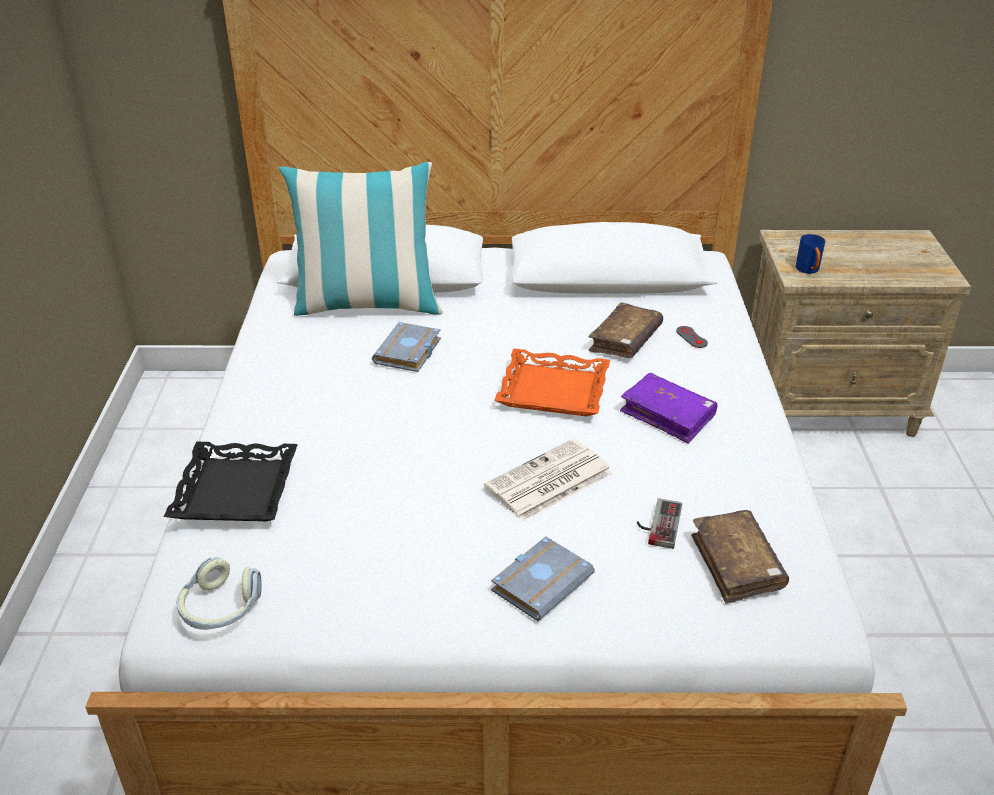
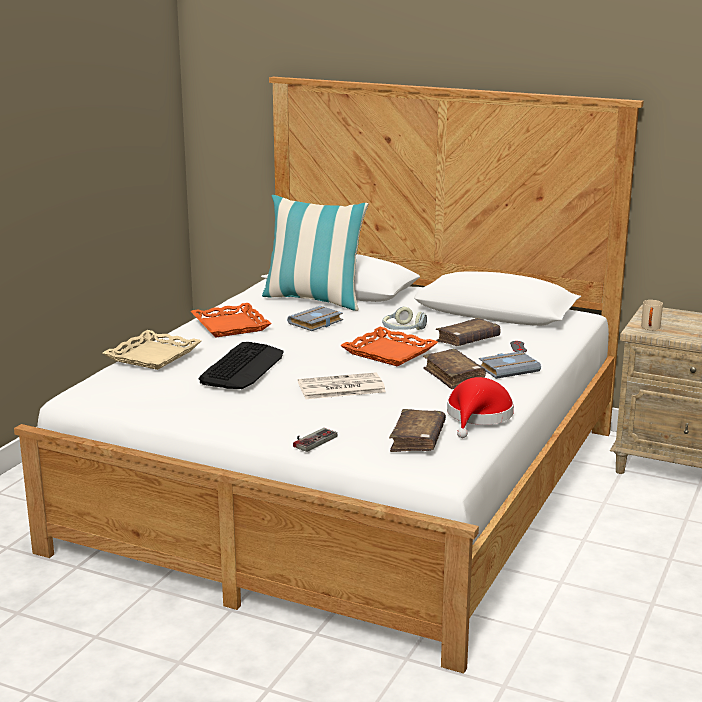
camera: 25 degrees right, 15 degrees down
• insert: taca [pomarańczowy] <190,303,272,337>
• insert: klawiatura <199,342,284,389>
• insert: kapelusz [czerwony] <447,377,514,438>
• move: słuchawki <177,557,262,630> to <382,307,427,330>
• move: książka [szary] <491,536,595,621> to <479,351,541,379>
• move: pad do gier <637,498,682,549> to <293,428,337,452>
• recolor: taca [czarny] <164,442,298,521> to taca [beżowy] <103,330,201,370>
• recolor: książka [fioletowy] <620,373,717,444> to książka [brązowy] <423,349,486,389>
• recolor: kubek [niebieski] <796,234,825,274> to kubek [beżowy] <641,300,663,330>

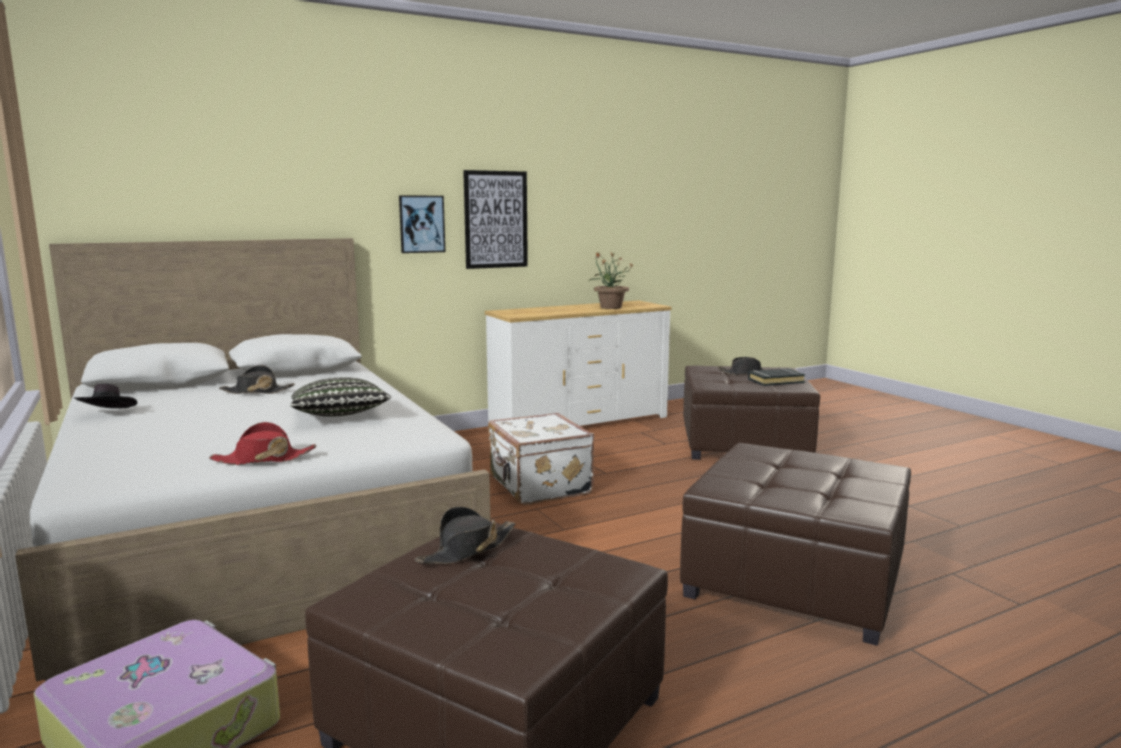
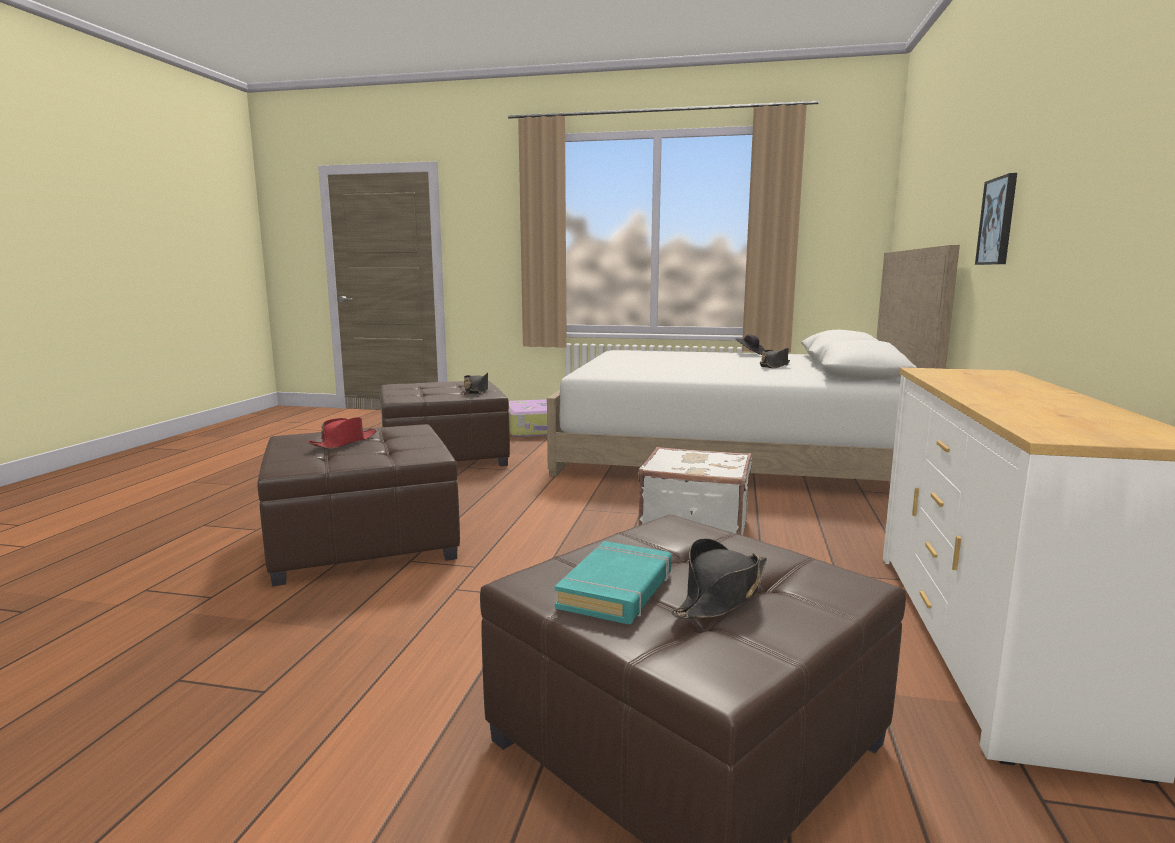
camera: 130 degrees right, 0 degrees up
• delete: poduszka <290,377,391,417>
• delete: obraz <463,170,528,269>
• delete: roślina doniczkowa <587,253,632,309>
• move: kapelusz [czerwony] <209,422,316,465> to <307,417,377,449>
• recolor: książka [czarny] <748,369,805,386> to książka [turkusowy] <555,541,671,624>

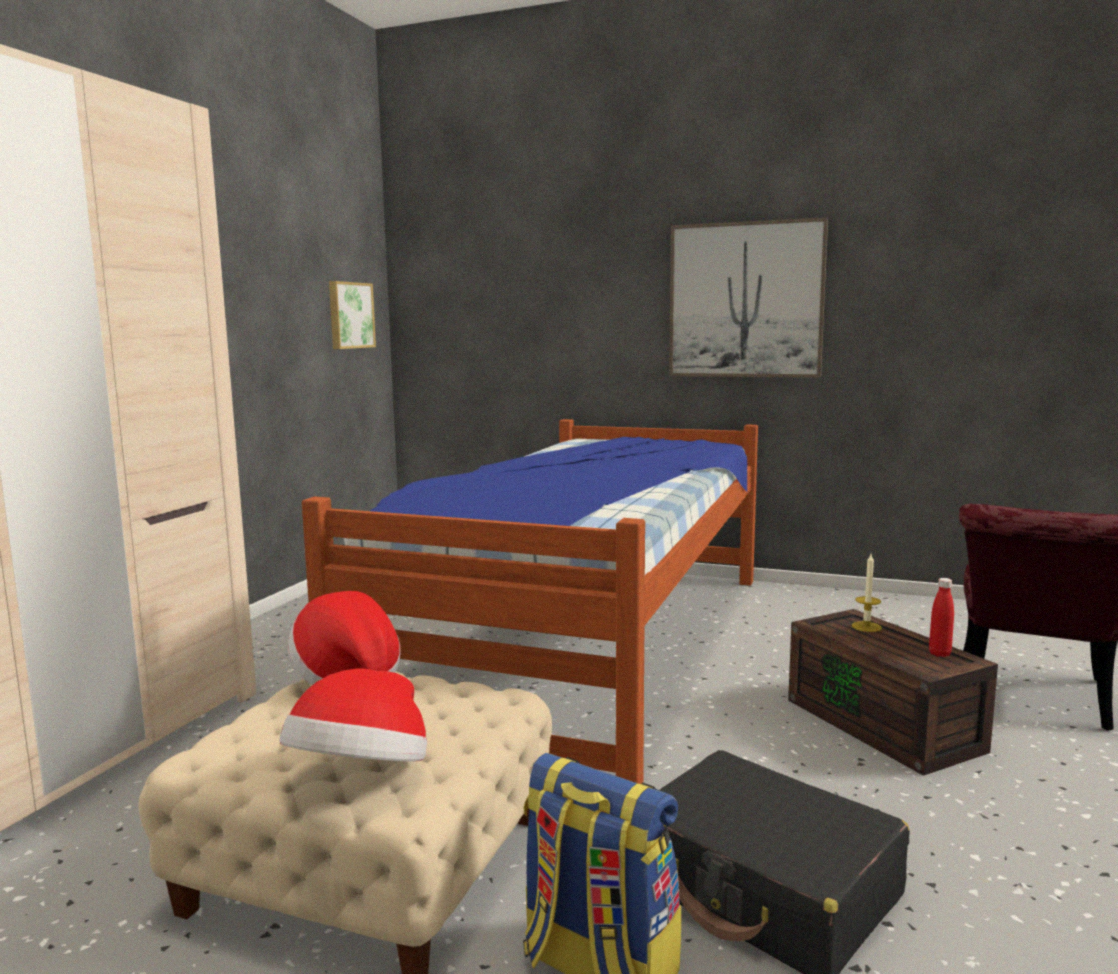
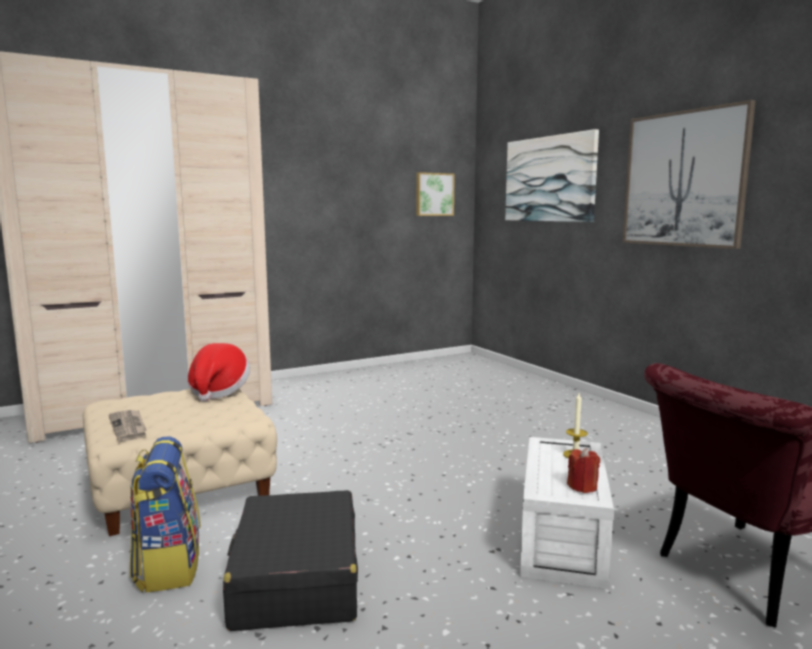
camera: 40 degrees right, 0 degrees up
• delete: łóżko <302,419,758,784>
• insert: obraz <505,129,599,222>
• replace: kapelusz <279,669,427,761> to gazeta <108,410,147,442>
• replace: butelka [czerwony] <929,578,954,657> to świeca [czerwony] <567,448,600,493>
• recolor: pojemnik do przechowywania [brązowy] <788,609,998,776> to pojemnik do przechowywania [biały] <520,437,614,589>

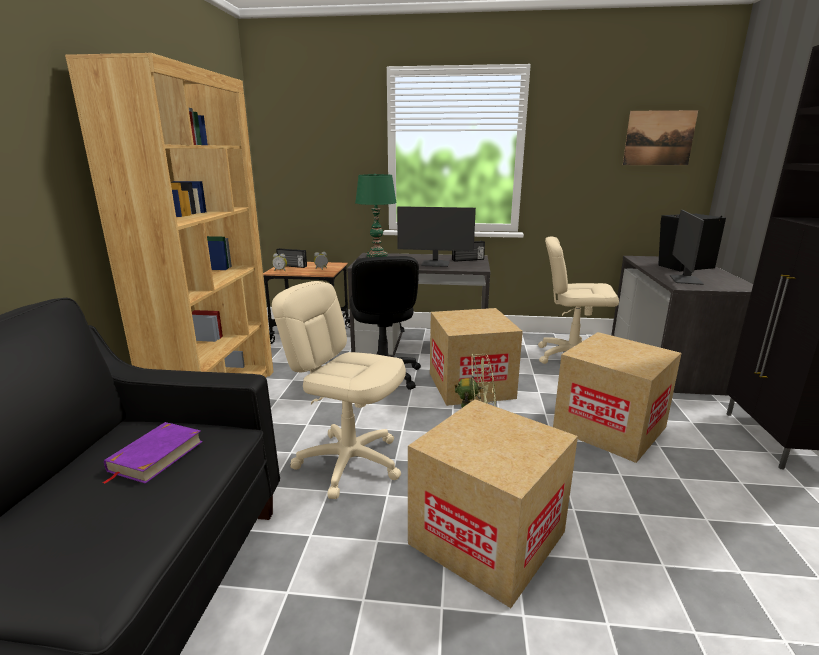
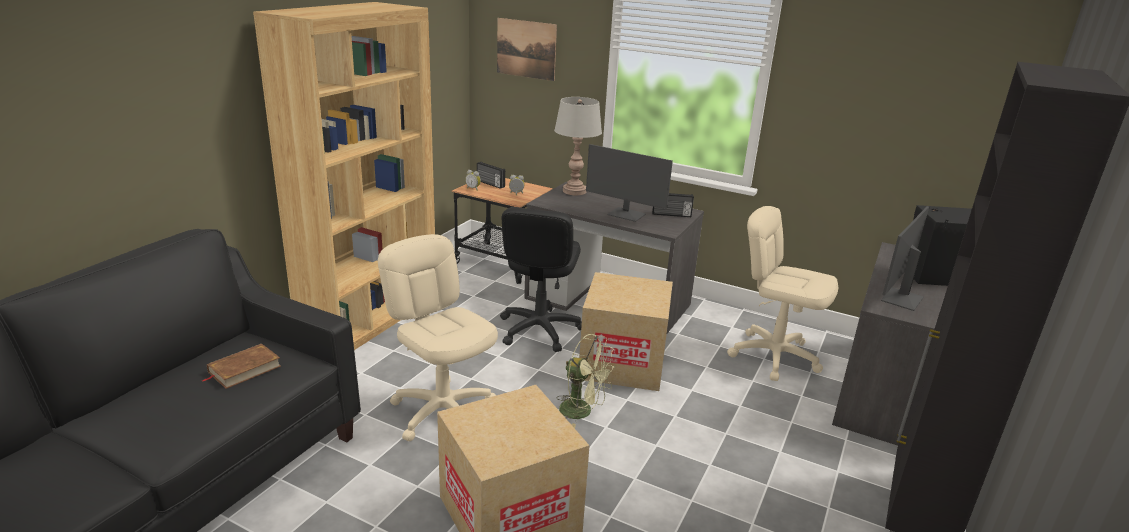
camera: 20 degrees right, 5 degrees up
• delete: karton <553,332,682,463>
• move: obraz <623,110,698,165> to <497,18,557,81>
• recolor: książka [fioletowy] <102,422,203,484> to książka [brązowy] <202,344,281,389>
• recolor: lampa stołowa [zielony] <355,174,397,257> to lampa stołowa [szary] <554,97,602,195>

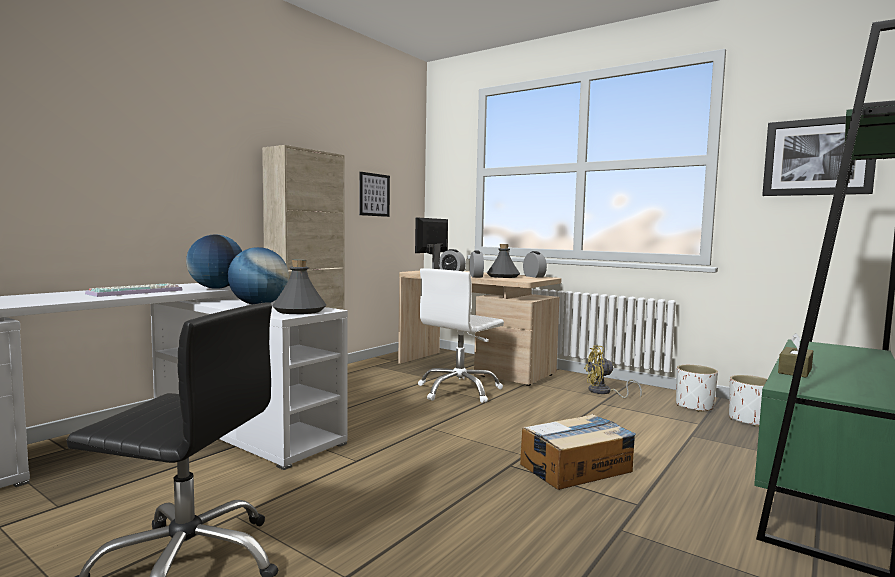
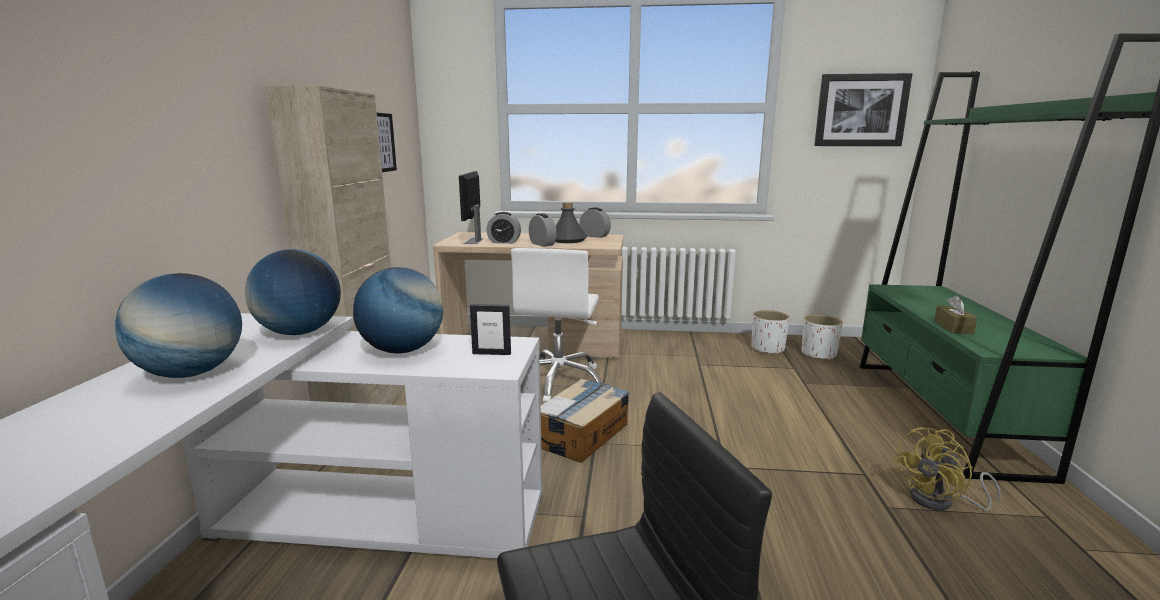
camera: 30 degrees left, 10 degrees up
• move: karton <520,414,636,490> to <541,378,629,463>
• move: wentylator [żółty] <584,345,642,398> to <893,427,1001,511>
• replace: klawiatura <85,283,183,297> to globus <115,273,242,378>
• replace: butelka [szary] <272,260,326,314> to ramka na zdjęcie <470,304,511,355>

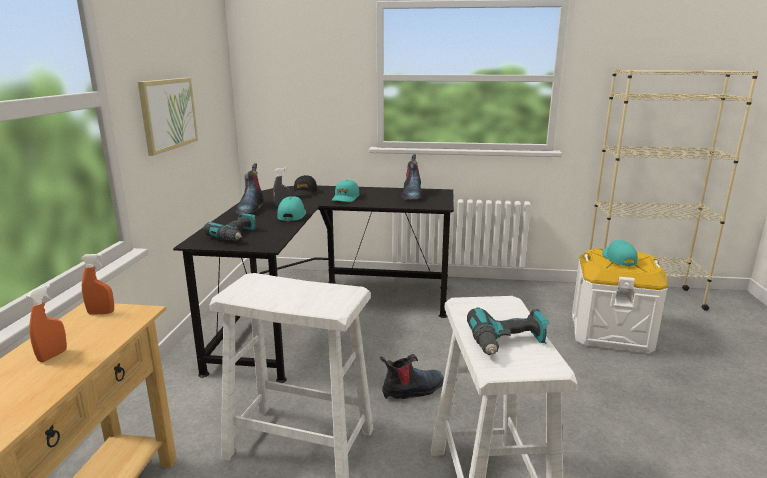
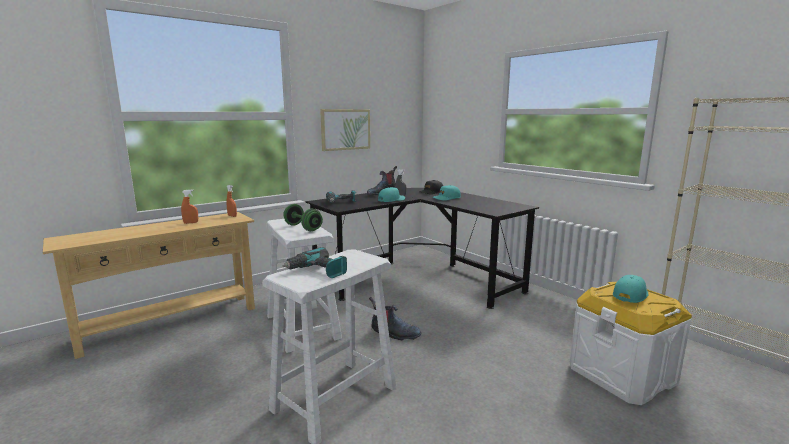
camera: 45 degrees right, 5 degrees down
• delete: but z cholewką <402,154,422,200>
• insert: hantel [zielony] <283,204,323,231>

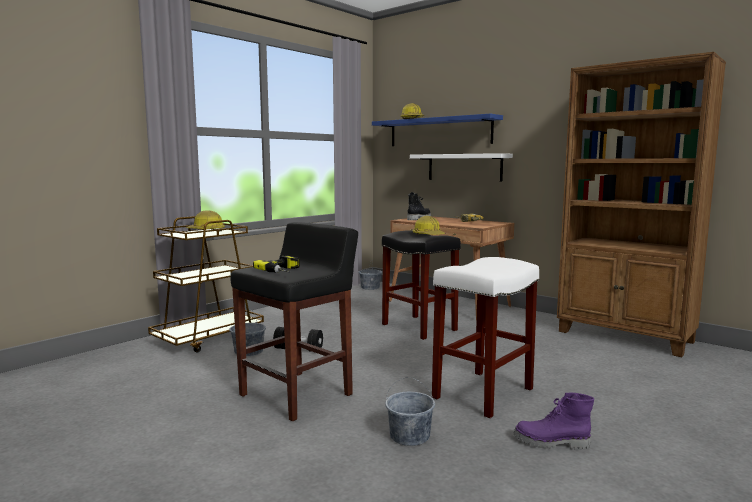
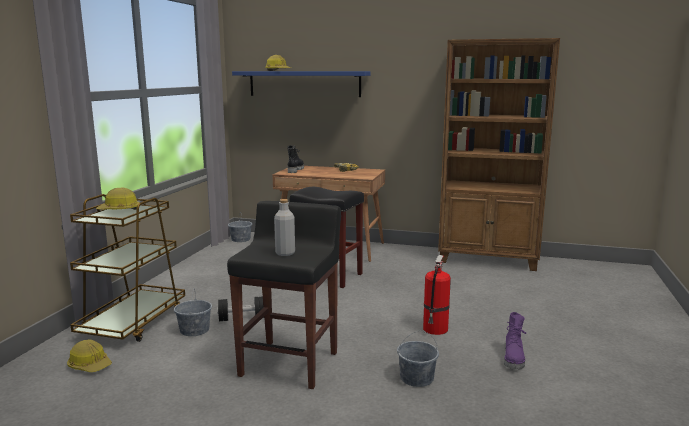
camera: 25 degrees left, 5 degrees up
• delete: półka [biały] <410,153,513,181>
• move: kask <413,216,445,235> to <67,339,112,372>
• replace: wiertarka <253,256,300,273> to butelka [szary] <274,199,295,256>
• replace: stołek [biały] <432,257,539,418> to gaśnica <423,255,451,335>
• rotate: but z cholewką [fioletowy] <513,393,594,450> = <504,312,526,369> 60 degrees counterclockwise

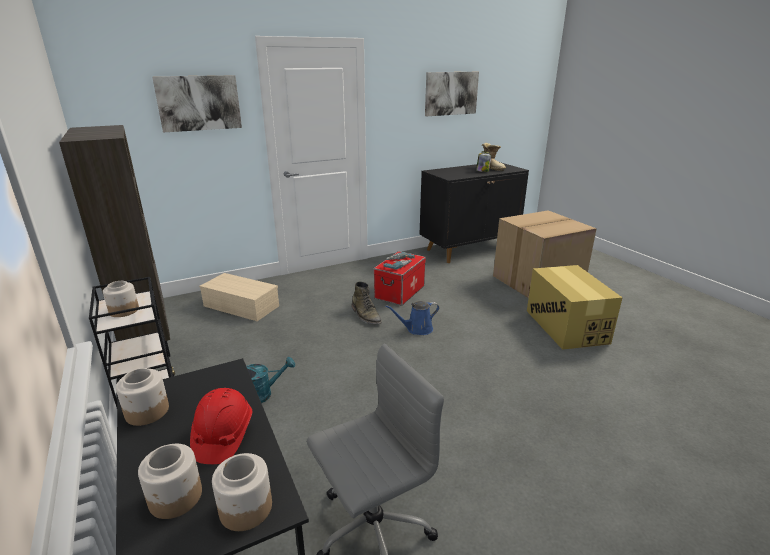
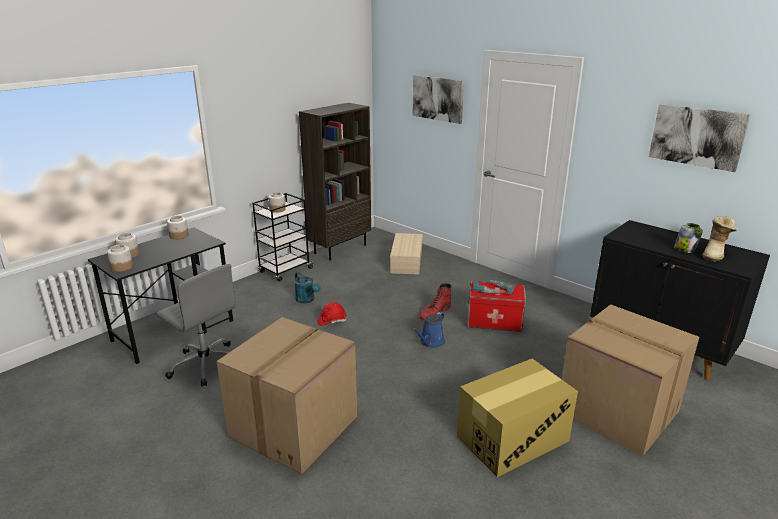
camera: 70 degrees right, 0 degrees up
• insert: karton <217,317,357,475>
• move: kask [czerwony] <190,388,252,464> to <317,302,346,326>
• recolor: but z cholewką [zielony] <351,281,382,324> to but z cholewką [czerwony] <419,283,451,322>
• rotate: konewka [niebieski] <385,301,439,335> = <412,312,445,348> 105 degrees counterclockwise

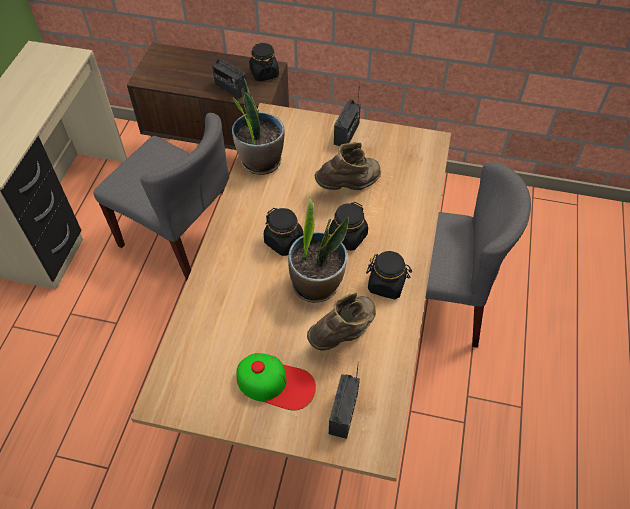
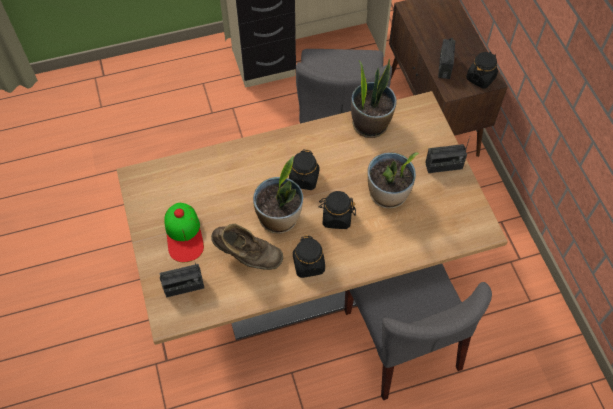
camera: 60 degrees right, 5 degrees up
• replace: but z cholewką [brązowy] <315,142,381,190> to roślina doniczkowa <368,152,419,208>

